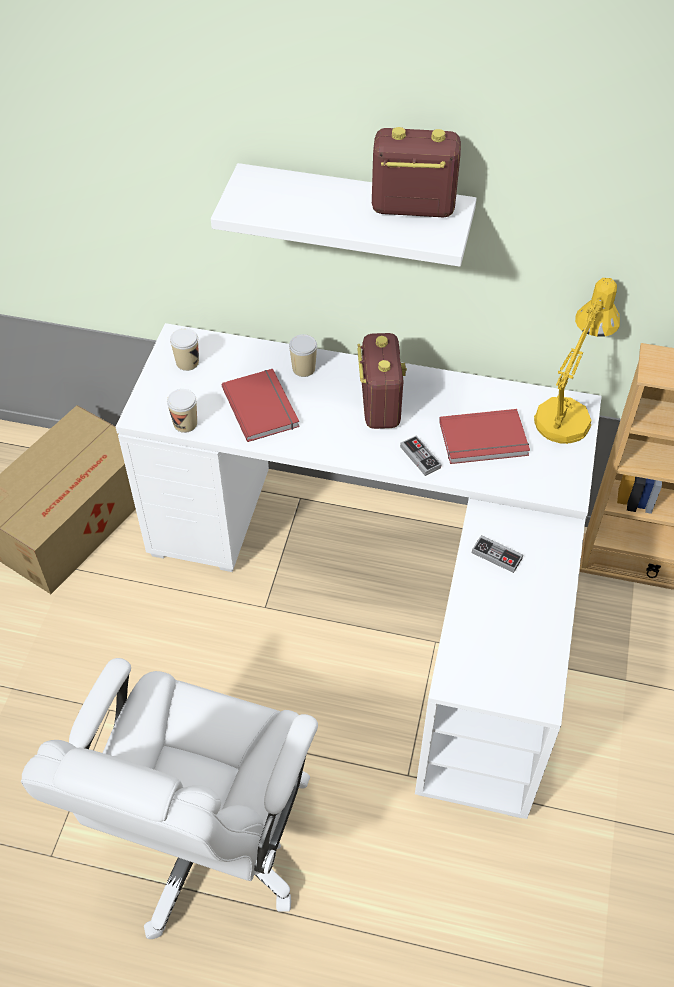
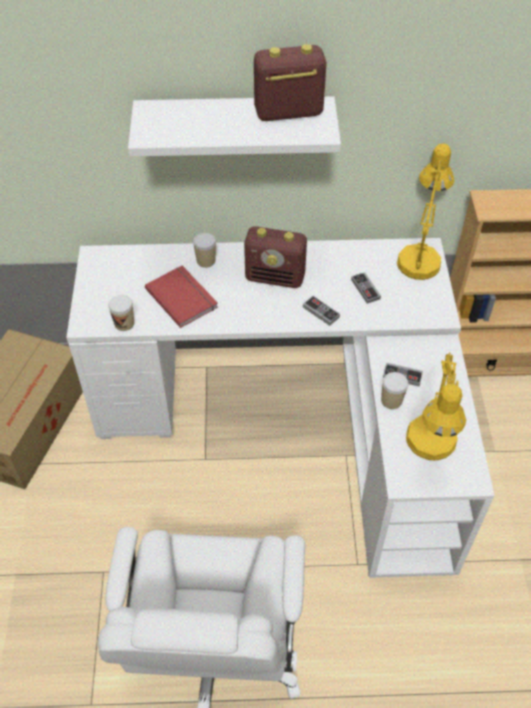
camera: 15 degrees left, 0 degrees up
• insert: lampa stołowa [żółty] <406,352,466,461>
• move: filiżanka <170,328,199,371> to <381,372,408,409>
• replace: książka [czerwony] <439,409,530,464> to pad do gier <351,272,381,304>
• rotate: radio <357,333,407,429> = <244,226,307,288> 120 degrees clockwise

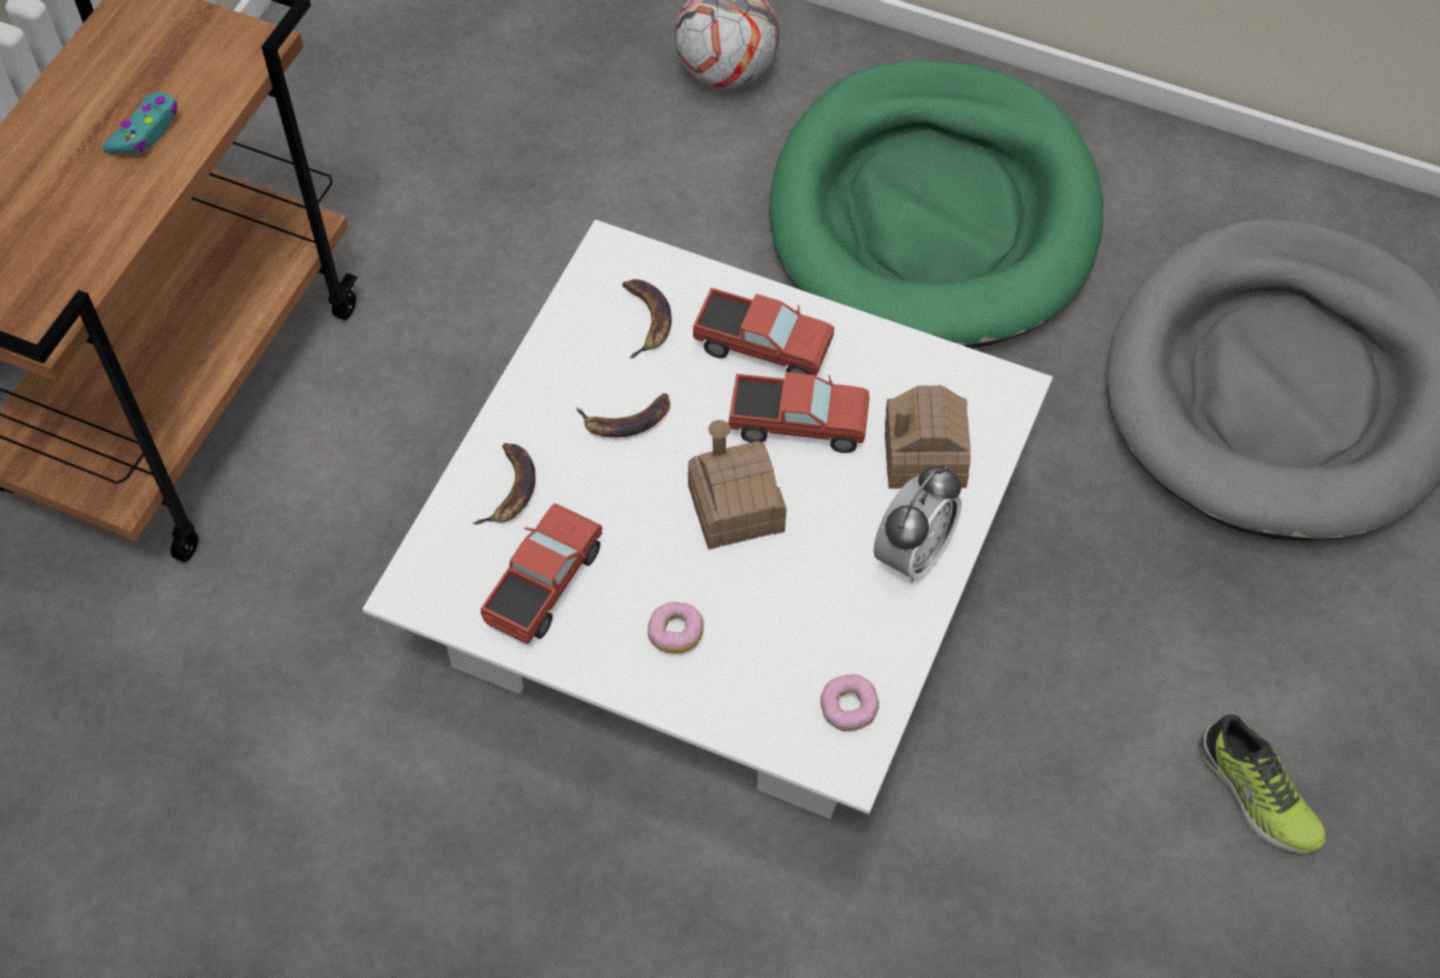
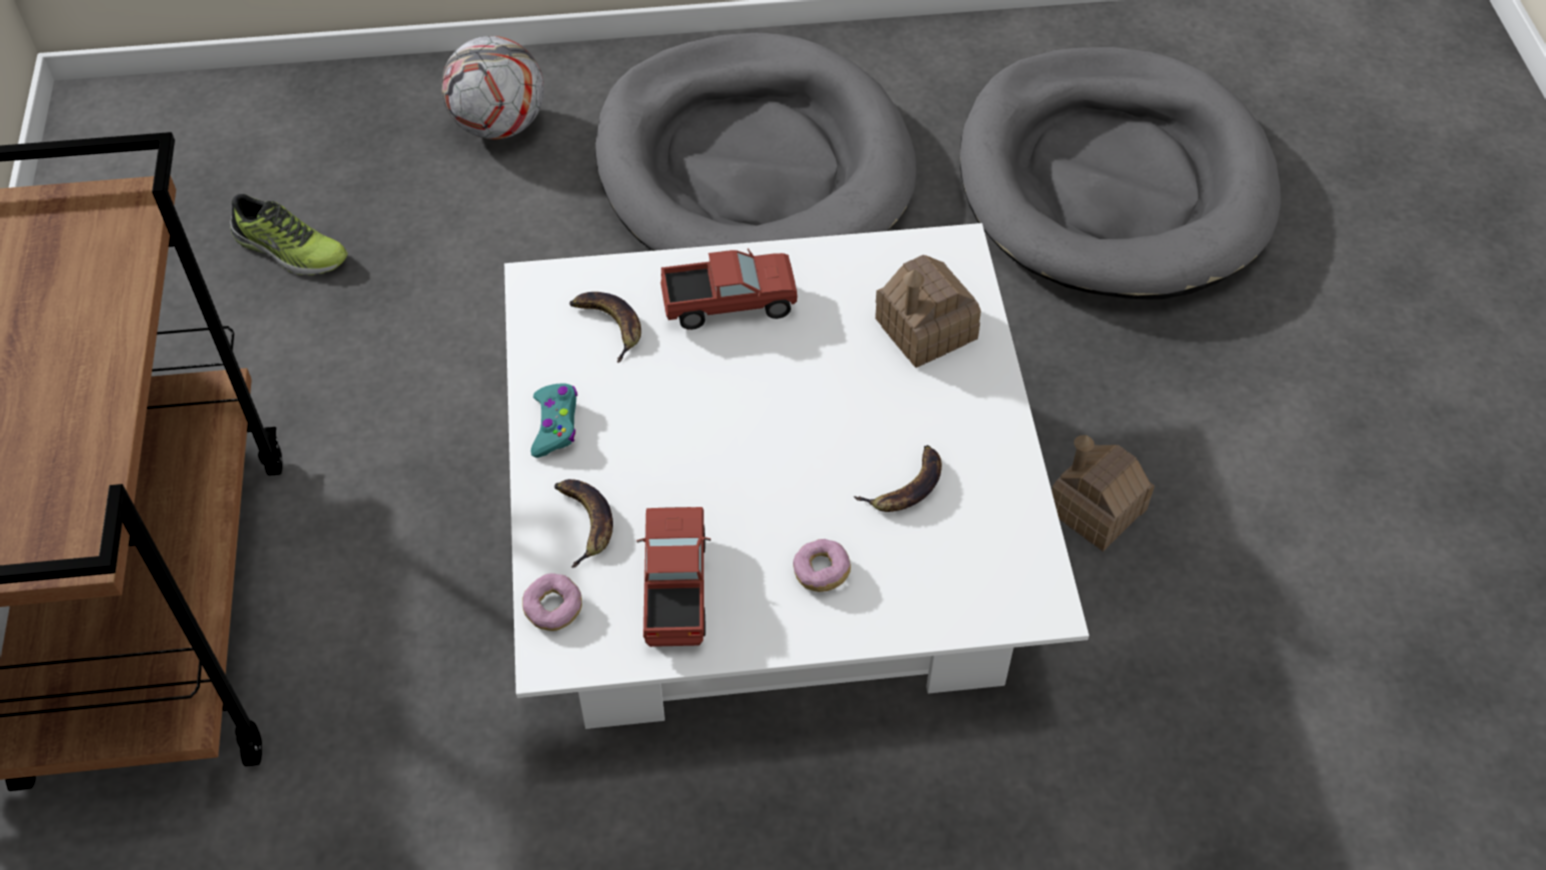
camera: 30 degrees left, 5 degrees down
• delete: ciężarówka zabawkowa <728,372,869,453>
• delete: budzik <873,465,962,583>
• move: pad do gier [turkusowy] <102,92,177,154> to <531,384,578,458>
• move: banan <576,393,670,438> to <854,445,942,512>
• move: domek <688,420,787,549> to <1052,435,1155,551>
• move: donut <820,674,879,731> to <523,573,582,631>
• move: but <1199,714,1326,854> to <230,194,348,275>
• recolor: legowisko [zielony] <769,60,1104,349> to legowisko [szary] <595,33,917,251>

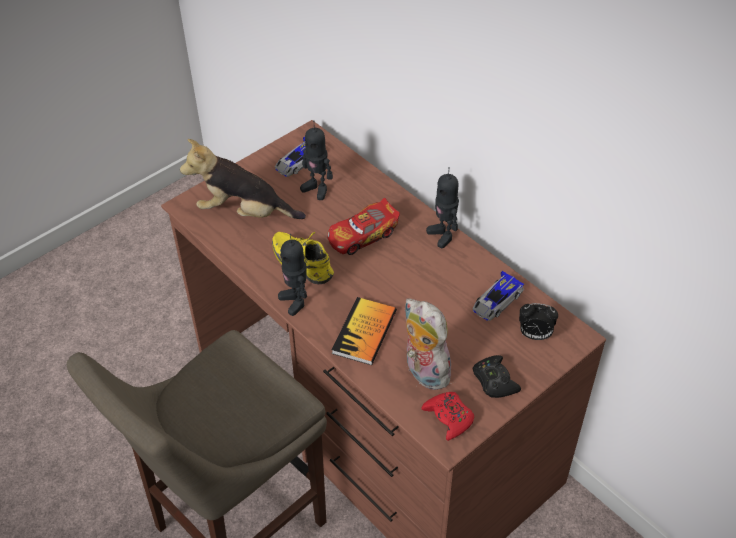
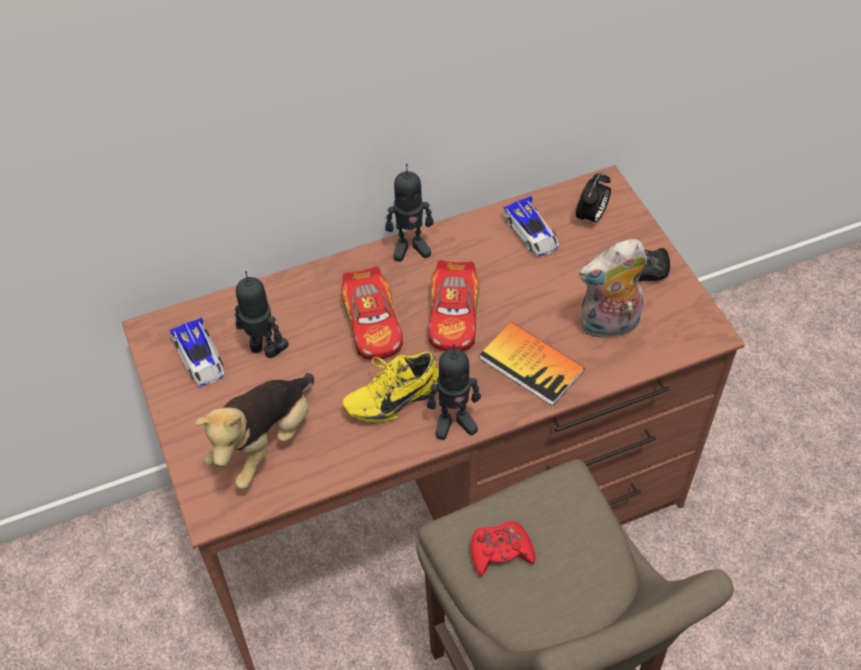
camera: 70 degrees left, 5 degrees up
• insert: samochodzik <428,260,479,351>
• move: pad do gier [czerwony] <421,392,474,441> to <471,521,535,576>
• rotate: robot zabawkowy <300,121,333,200> = <235,271,288,358> 120 degrees counterclockwise

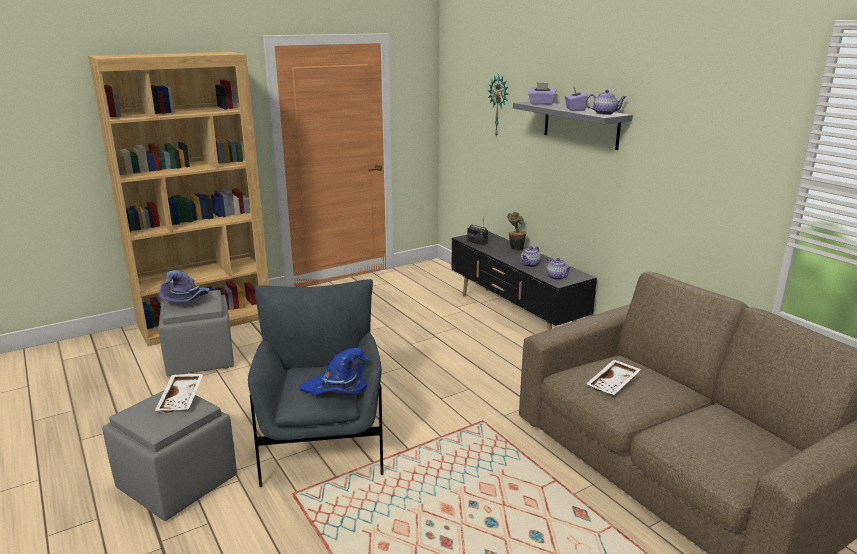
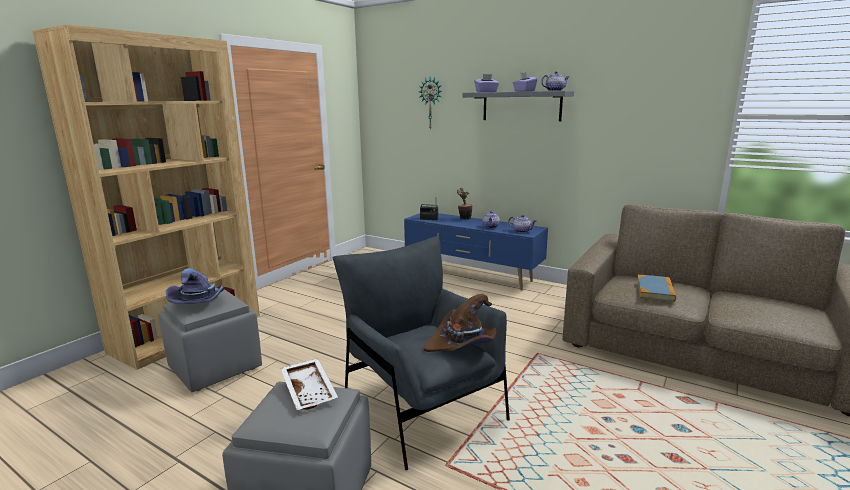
camera: 25 degrees left, 5 degrees down
• replace: taca [biały] <586,359,641,395> to książka <637,275,676,302>
• recolor: kapelusz [niebieski] <300,348,368,395> to kapelusz [brązowy] <424,294,497,352>
• recolor: szafka pod telewizor [czarny] <451,231,597,330> to szafka pod telewizor [niebieski] <404,213,548,290>

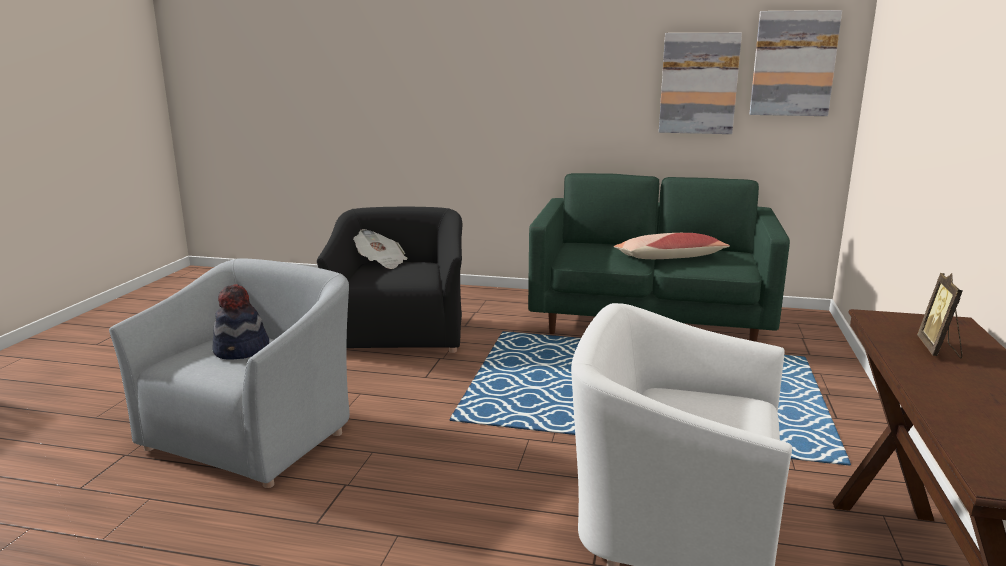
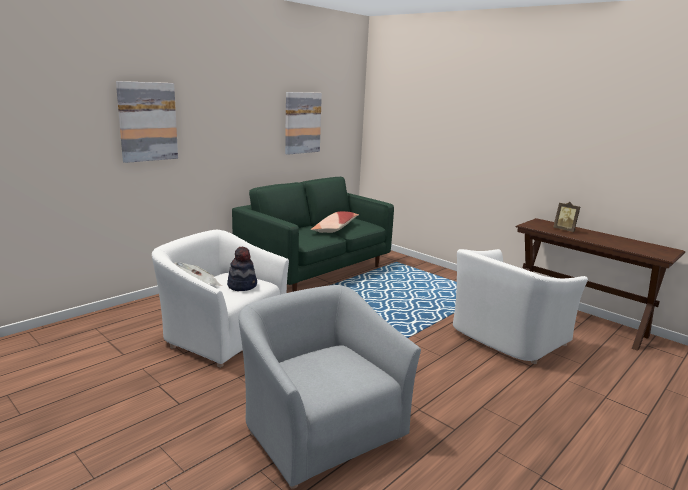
camera: 60 degrees left, 0 degrees up
• move: kapelusz <213,284,269,360> to <227,247,257,291>
• move: obraz <750,10,842,116> to <116,81,178,163>
• recolor: fotel [czarny] <317,207,462,353> to fotel [biały] <152,229,289,367>

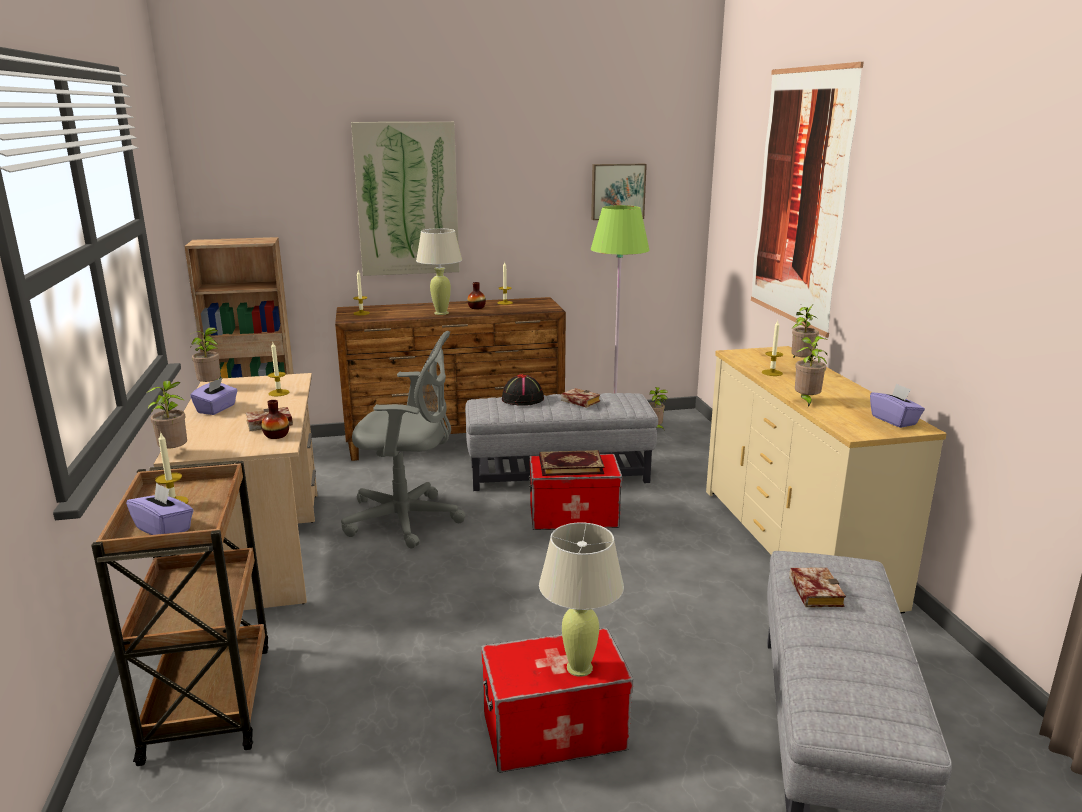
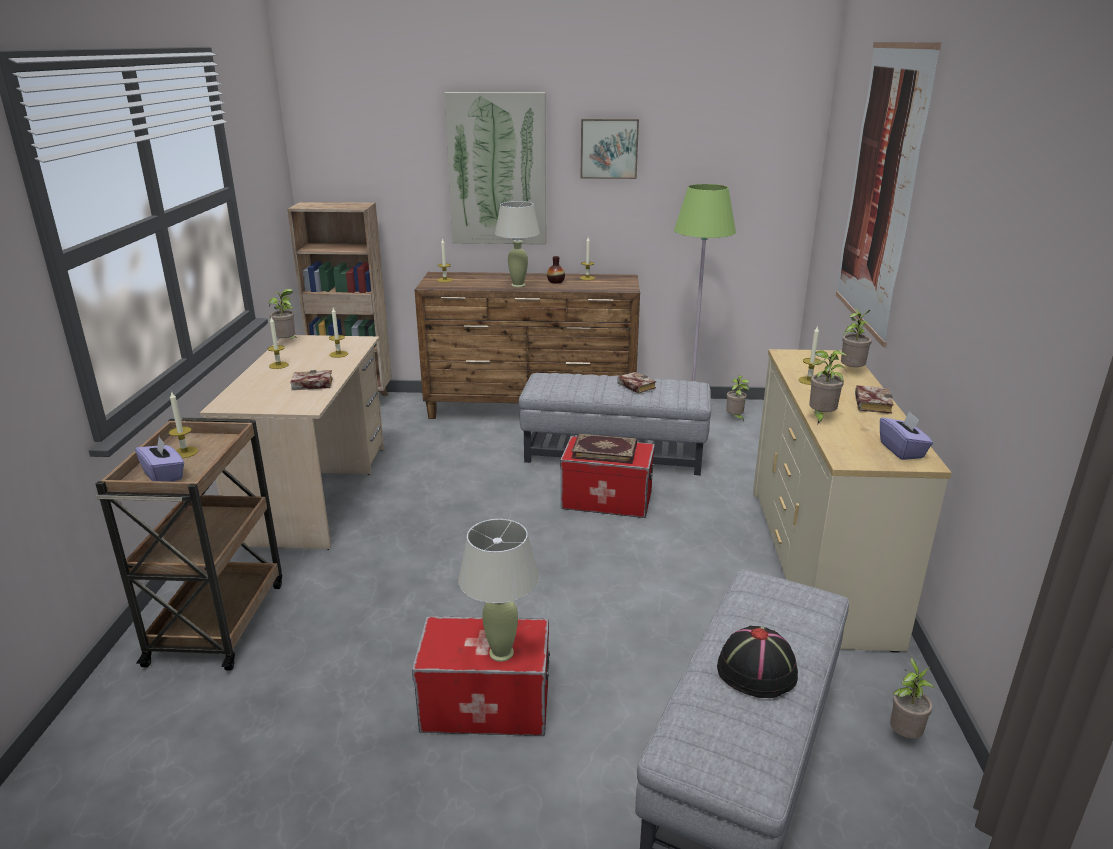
camera: 15 degrees right, 5 degrees up
• delete: wazon <261,400,289,439>
• delete: krzesło biurowe [szary] <341,331,466,549>
• move: roślina doniczkowa <146,380,187,449> to <890,657,935,739>
• move: kapelusz [czarny] <502,374,544,406> to <717,626,798,698>
• move: obraz <591,164,647,220> to <581,119,639,179>
• move: książka <789,567,846,607> to <855,385,893,414>
• replace: pudełko chusteczek [fioletowy] <190,377,238,415> to świeca <268,317,289,369>

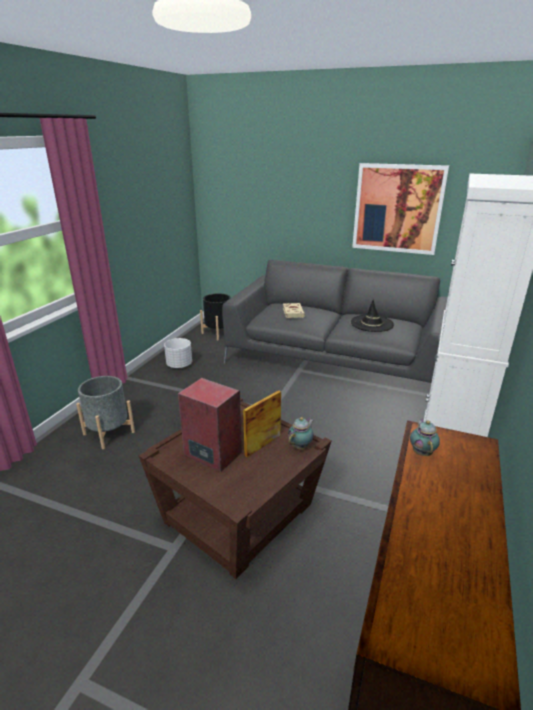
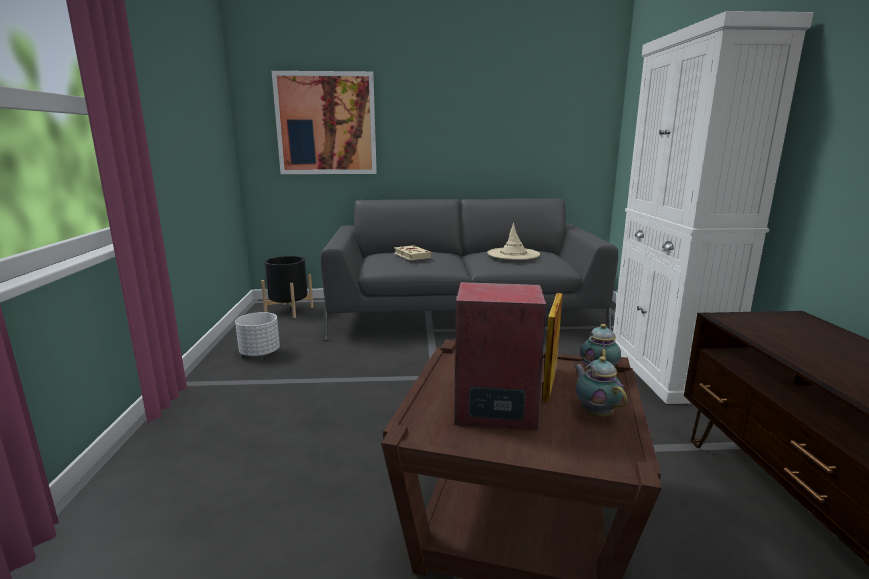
camera: 25 degrees left, 10 degrees down
• delete: donica [szary] <76,376,135,449>
• move: obraz <352,163,449,255> to <272,71,377,174>
• move: imbryk <410,419,440,456> to <574,356,627,418>
• recolor: kapelusz [czarny] <350,299,394,332> to kapelusz [beżowy] <487,223,540,260>

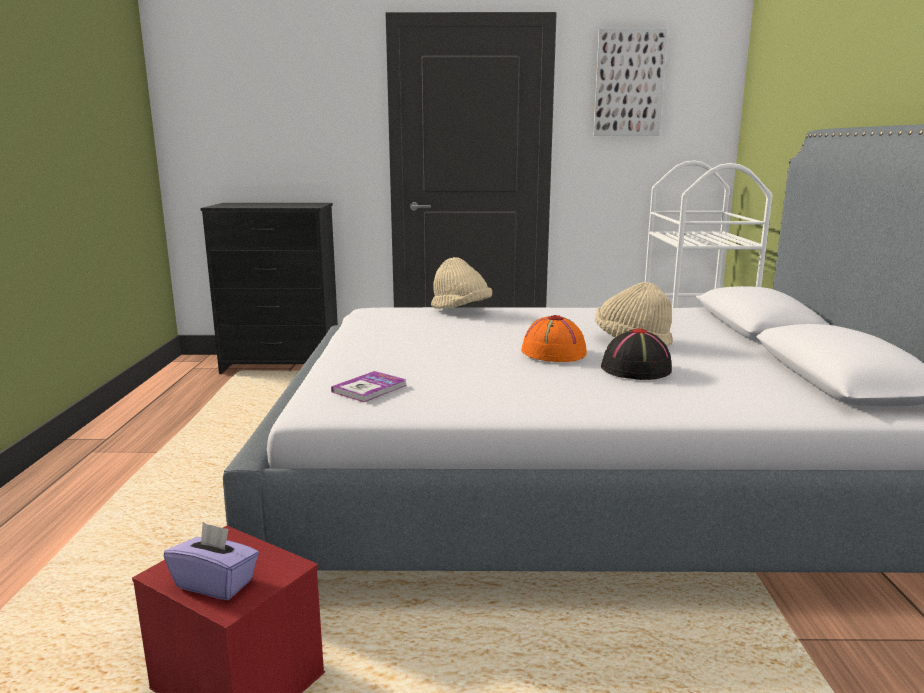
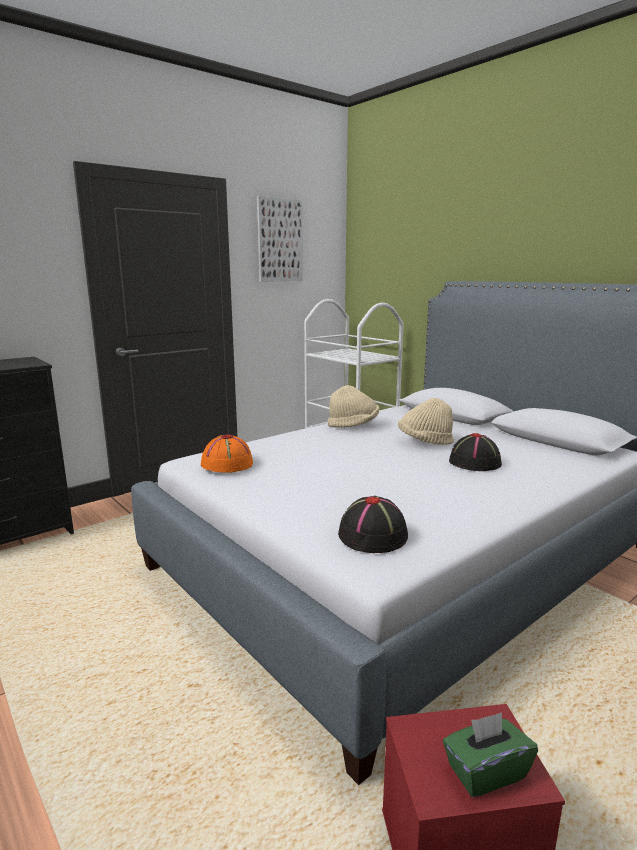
camera: 40 degrees left, 0 degrees up
• move: kapelusz [beżowy] <431,257,492,309> to <327,385,379,428>
• move: kapelusz [pomarańczowy] <521,315,587,362> to <201,434,253,473>
• replace: książka <331,371,407,402> to kapelusz [czarny] <338,496,408,553>
• recolor: pudełko chusteczek [fioletowy] <164,522,259,600> to pudełko chusteczek [zielony] <443,712,538,797>

